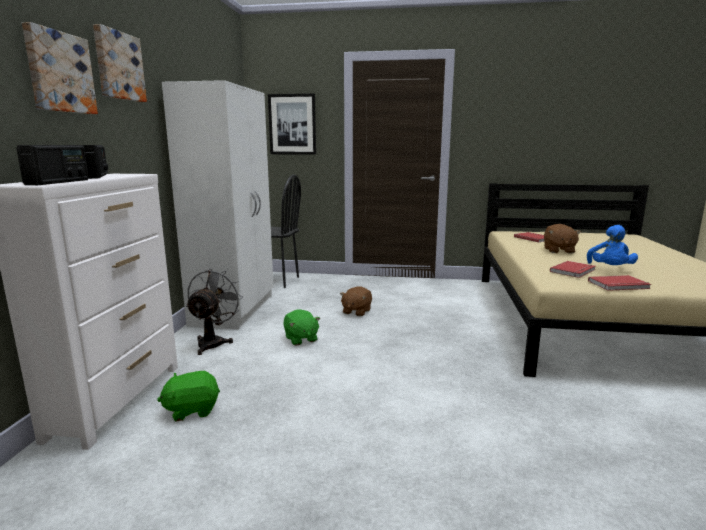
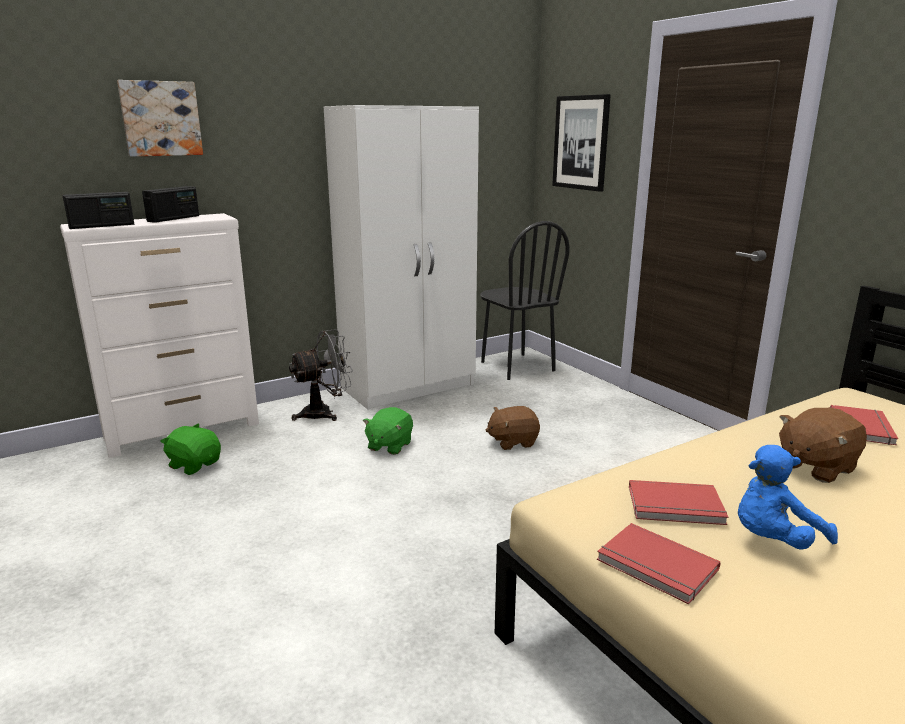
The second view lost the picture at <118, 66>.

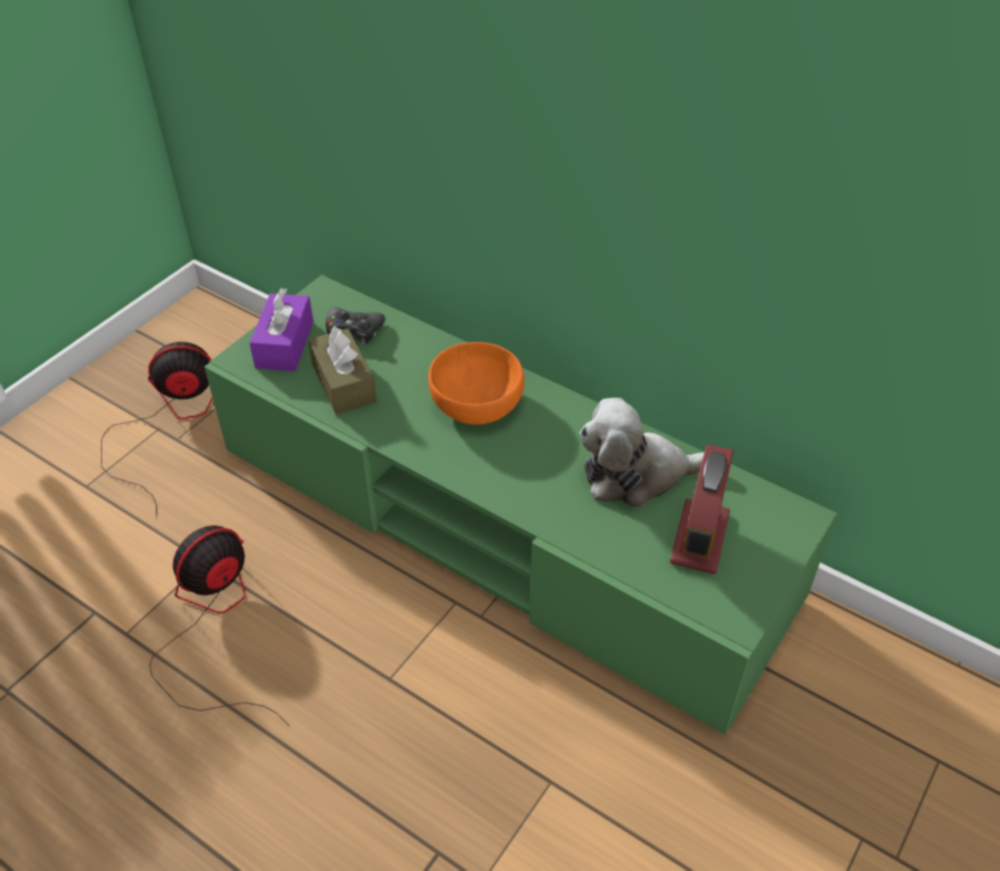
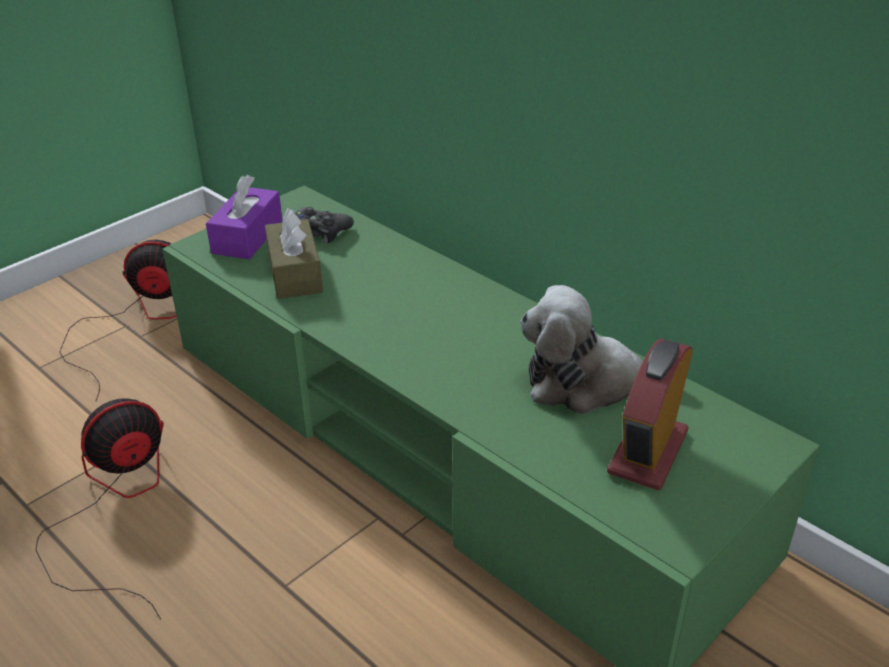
The second view lost the orange bowl at <476, 405>.

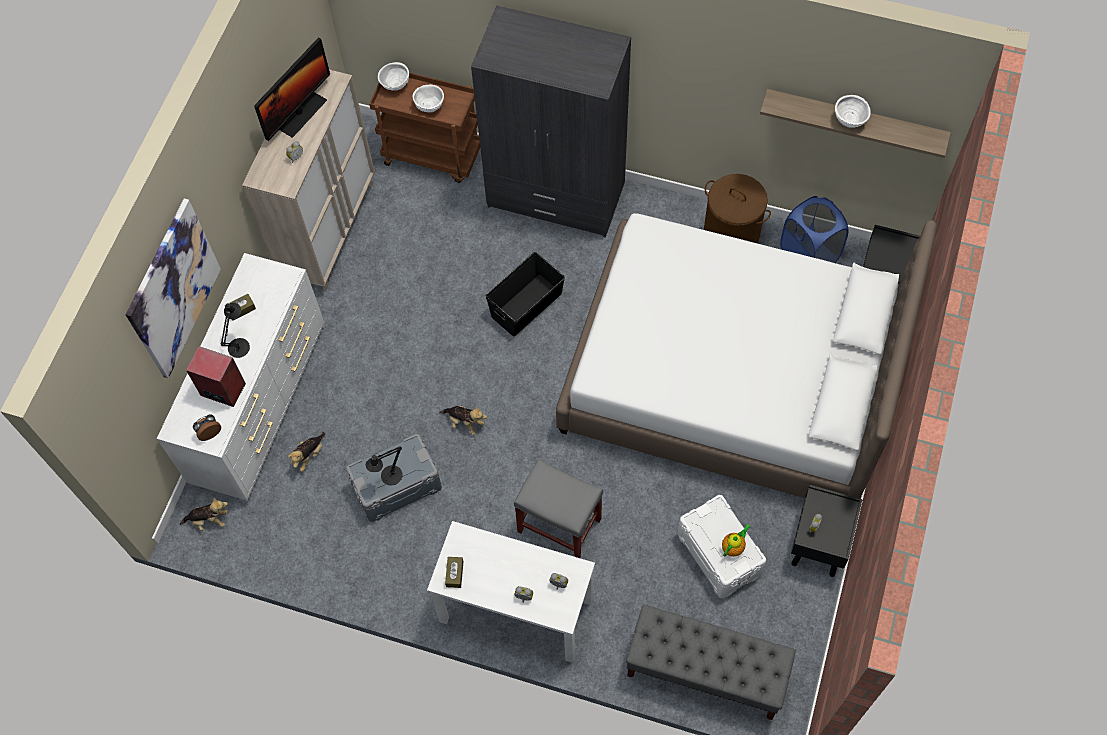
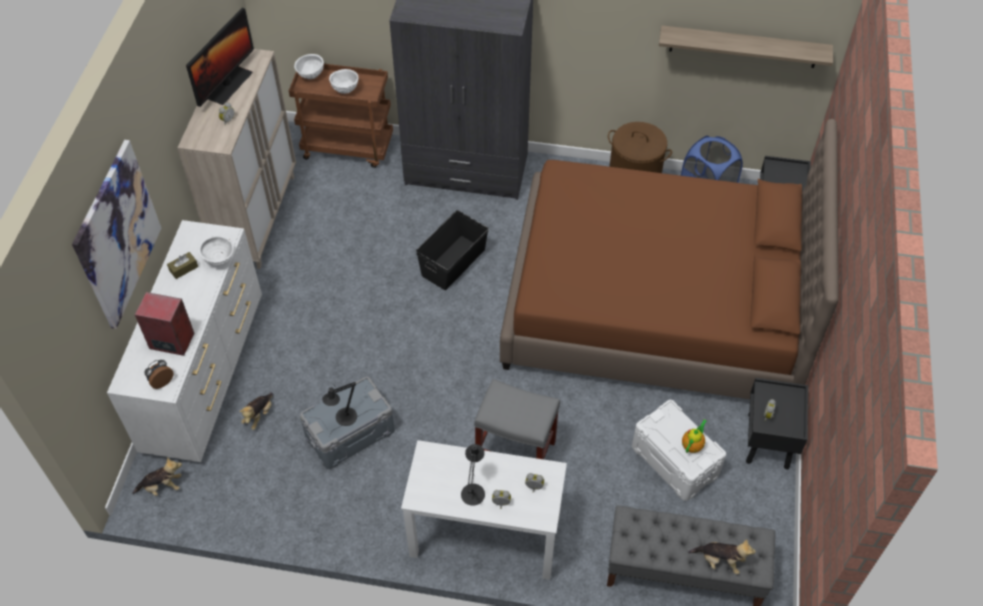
The white bowl ended up elsewhere, having gone from <849, 121> to <219, 260>.
What was the white bed at <730, 377> turned into the brown bed at <655, 304>.
The black table lamp ended up elsewhere, having gone from <240, 344> to <473, 491>.
The plush toy ended up elsewhere, having gone from <464, 422> to <720, 561>.
The second view lost the brown tissue box at <454, 574>.

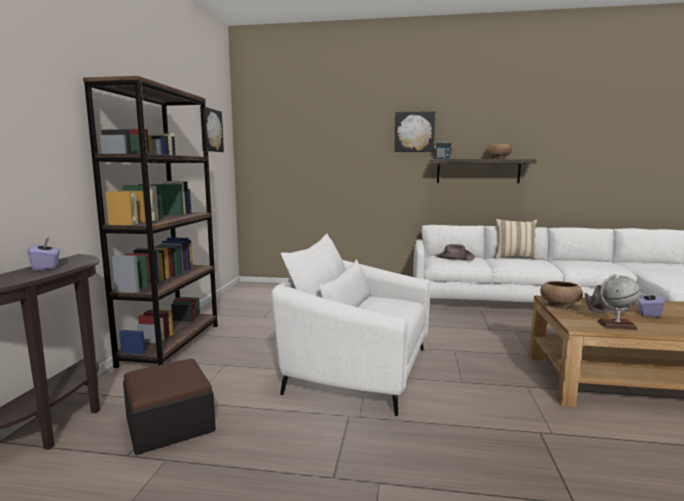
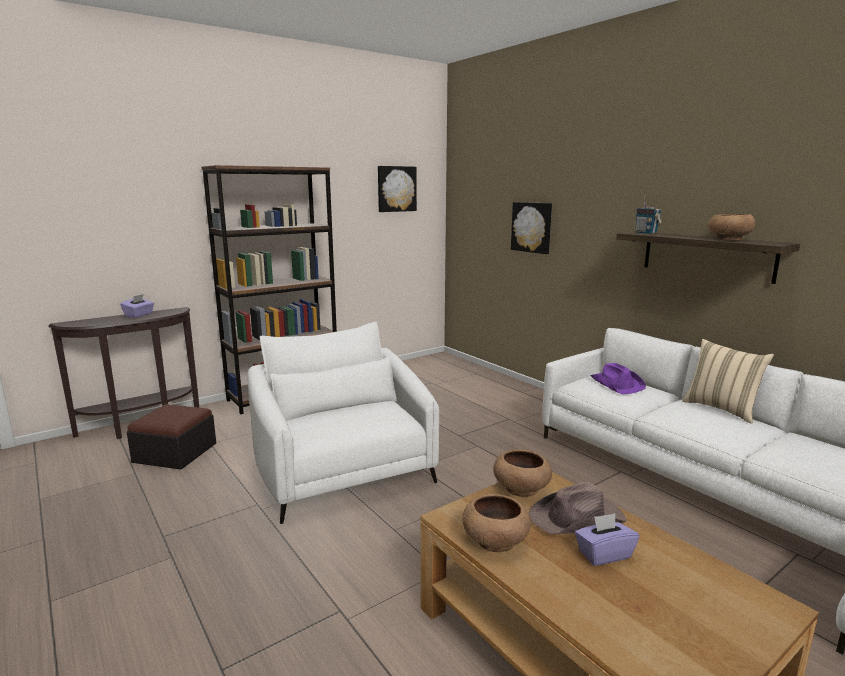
The picture ended up elsewhere, having gone from <414, 132> to <532, 227>.
What was the brown hat at <454, 257> turned into the purple hat at <616, 384>.
Where the globe stood at <616, 325>, the brown bowl came to stand at <495, 540>.

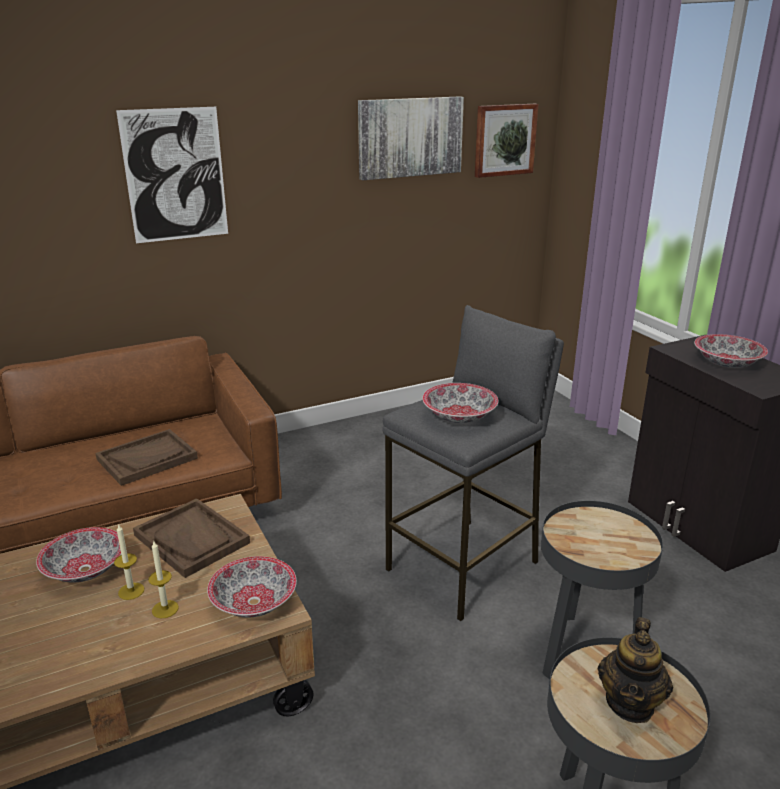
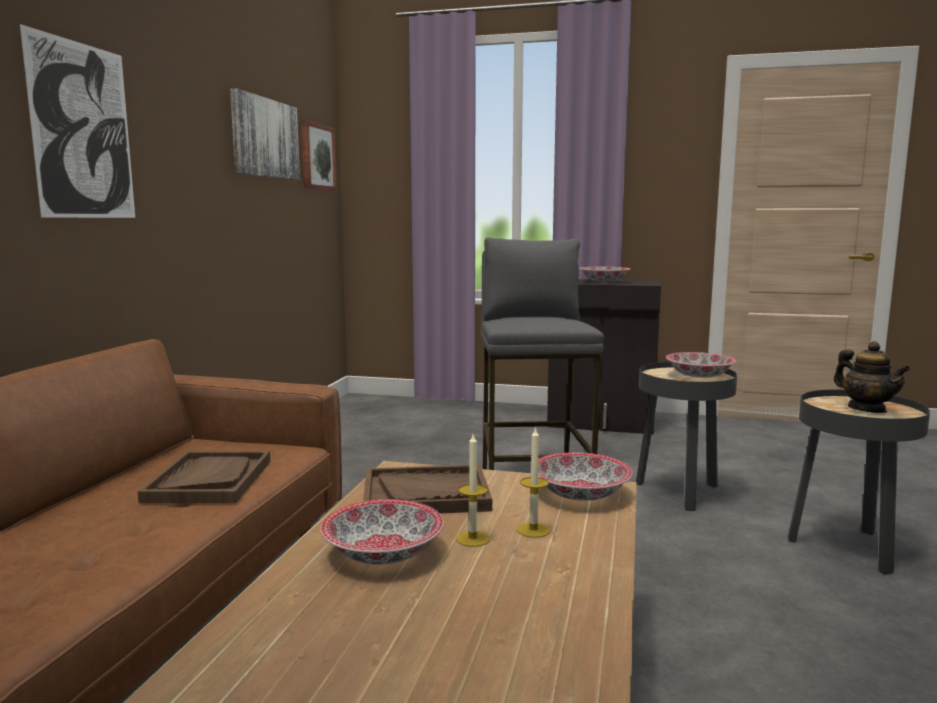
The bowl ended up elsewhere, having gone from <459, 417> to <700, 376>.

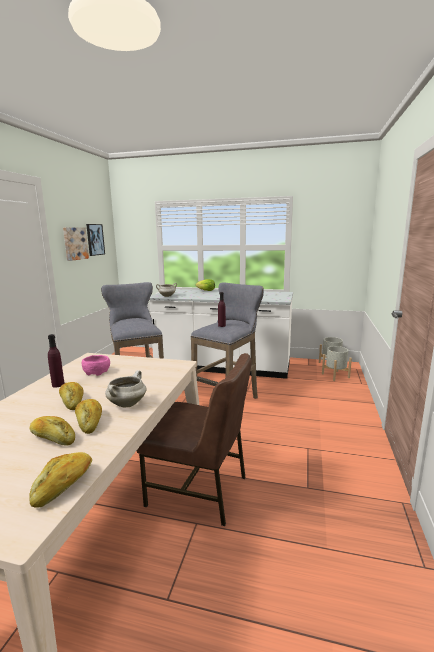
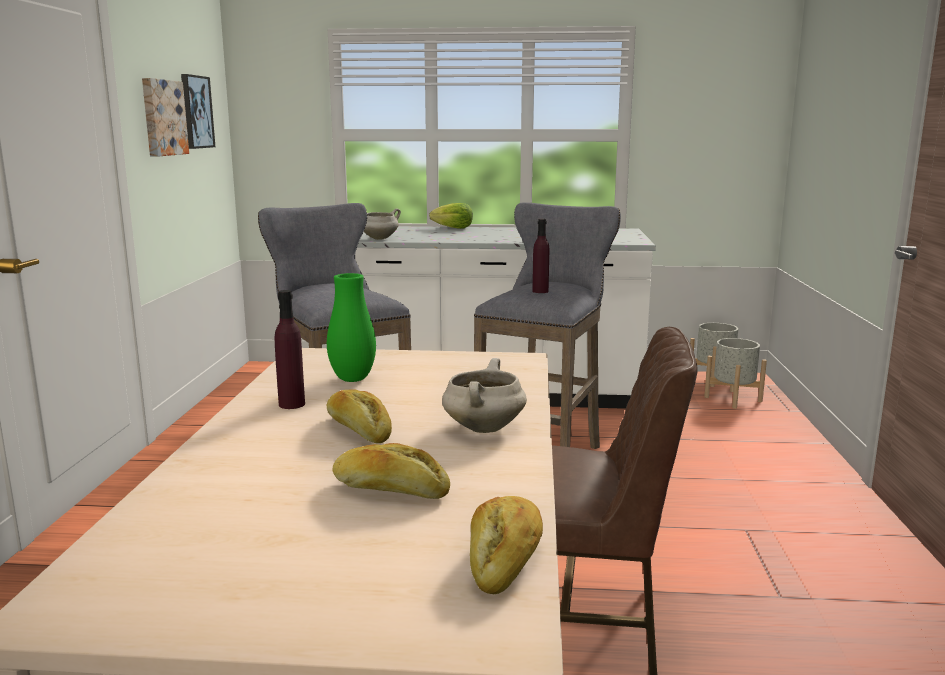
Where the pink bowl stood at <97, 372>, the green vase came to stand at <352, 379>.
The second view lost the bread at <90, 421>.

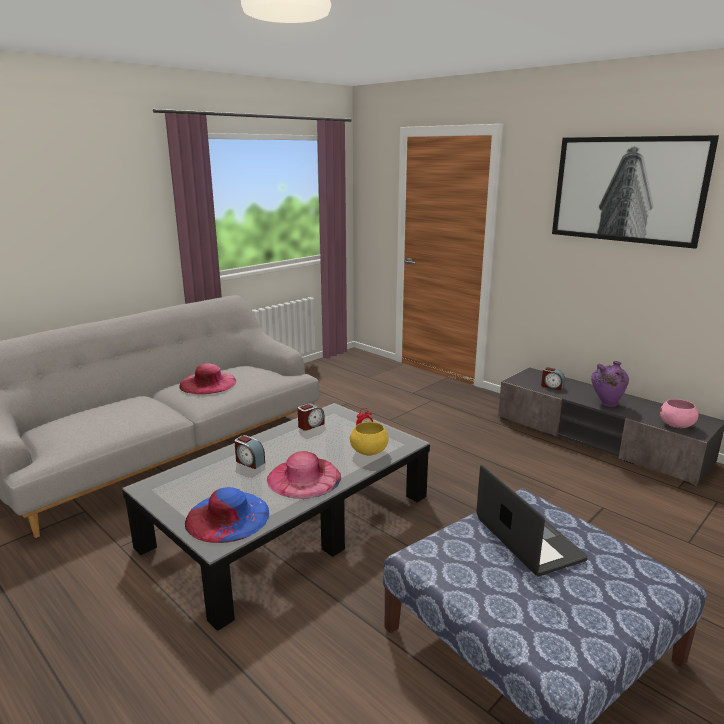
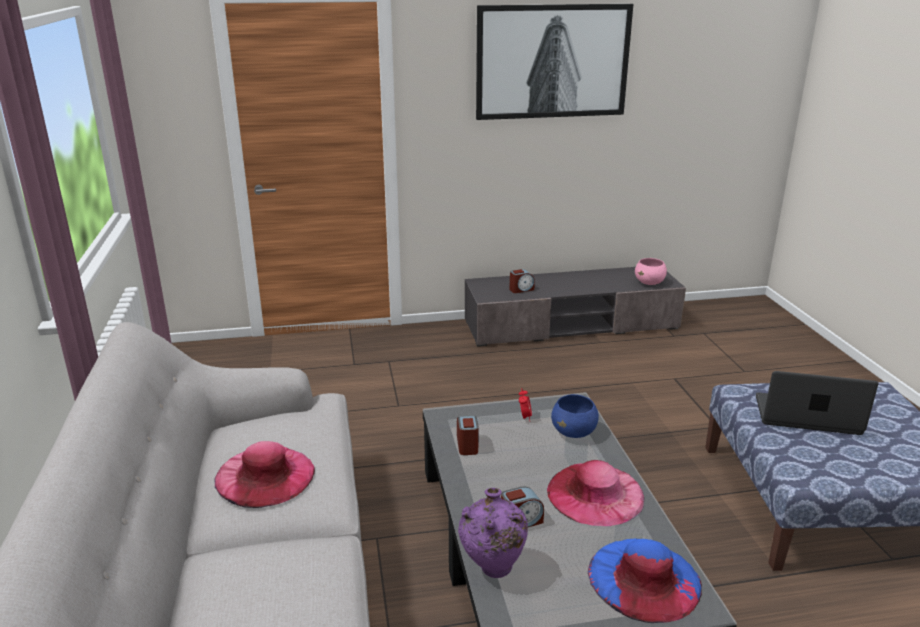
The purple vase ended up elsewhere, having gone from <606, 404> to <492, 570>.
What was the yellow bowl at <369, 452> turned into the blue bowl at <574, 432>.

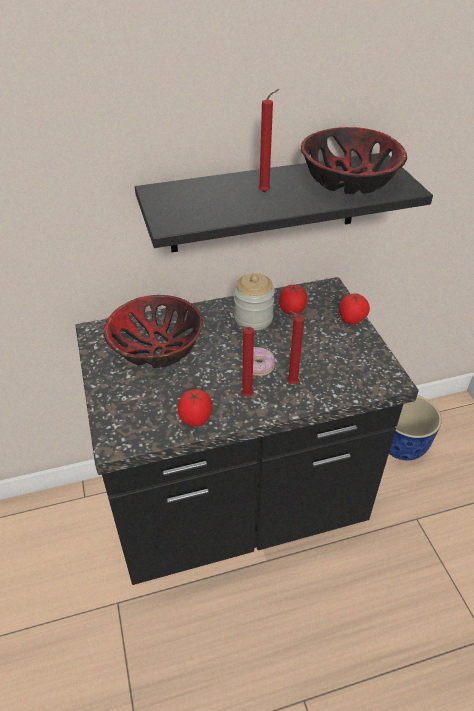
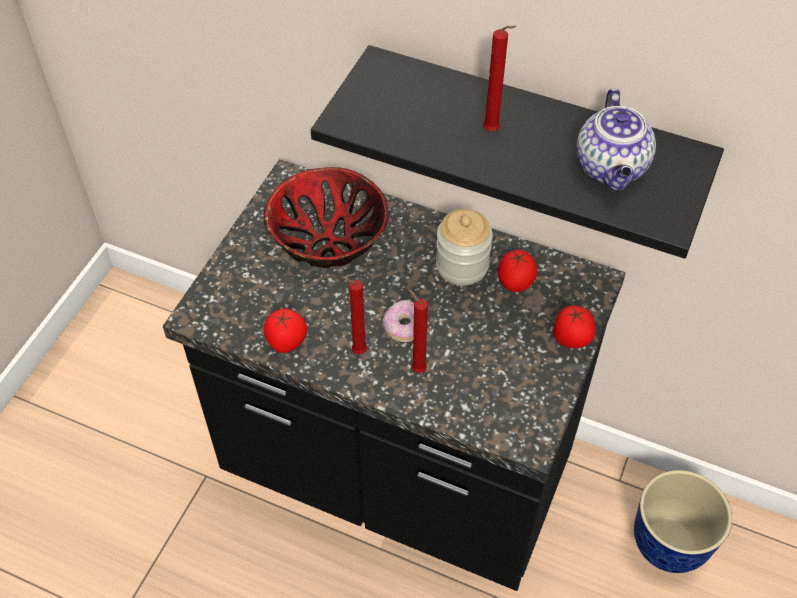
Where the bowl stood at <349, 180>, the teapot came to stand at <612, 169>.

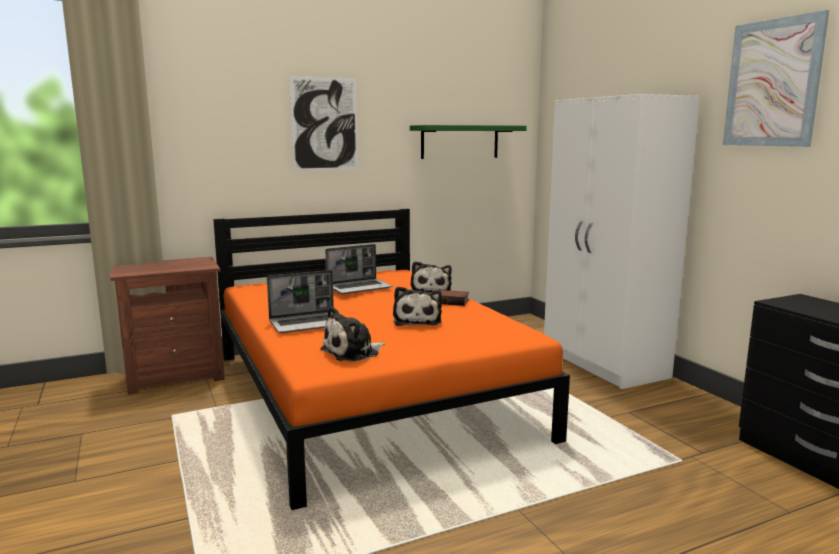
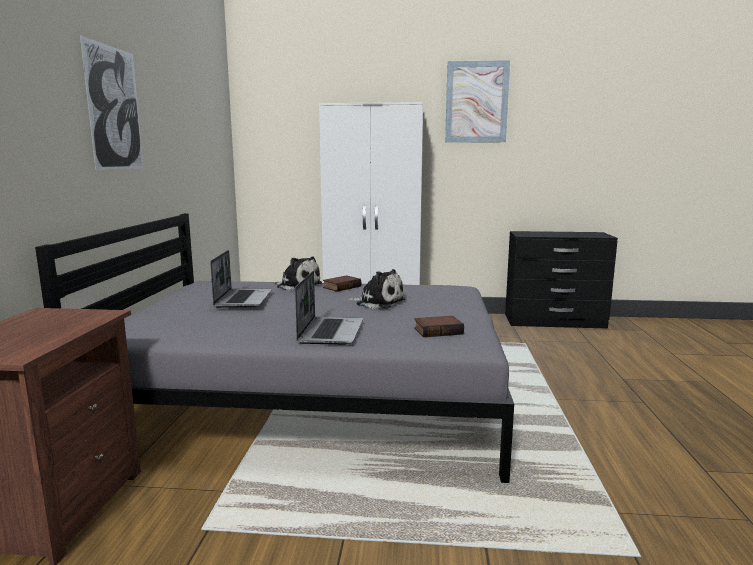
The second view lost the green shelf at <460, 142>.
What was the orange bed at <368, 394> turned into the grey bed at <312, 401>.
Where the plush toy stood at <353, 352>, the book came to stand at <438, 330>.

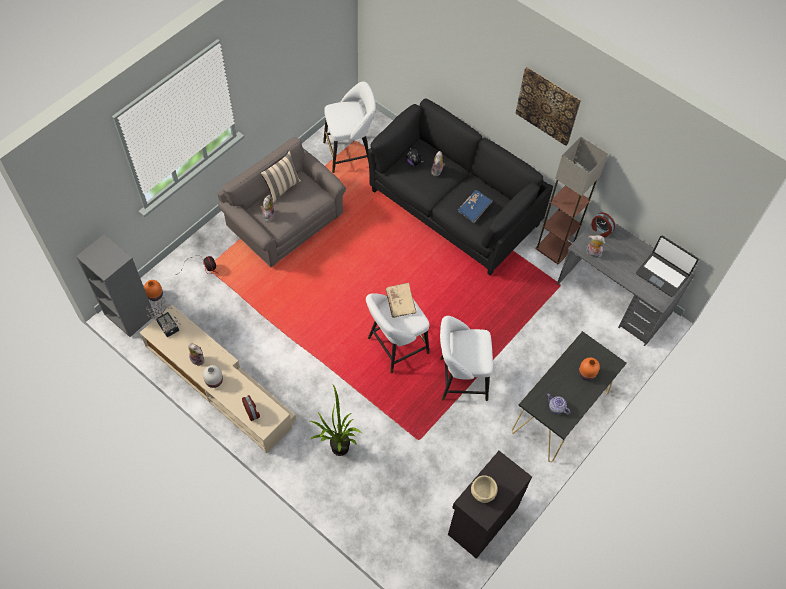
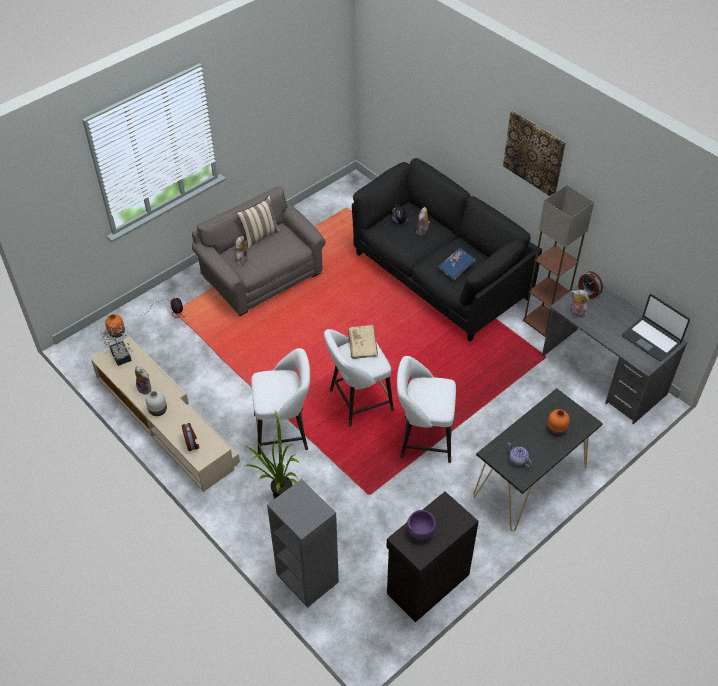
The white stool ended up elsewhere, having gone from <350, 153> to <285, 431>.
The grey bookcase ended up elsewhere, having gone from <128, 315> to <306, 578>.
What was the beige bowl at <482, 493> turned into the purple bowl at <420, 531>.

